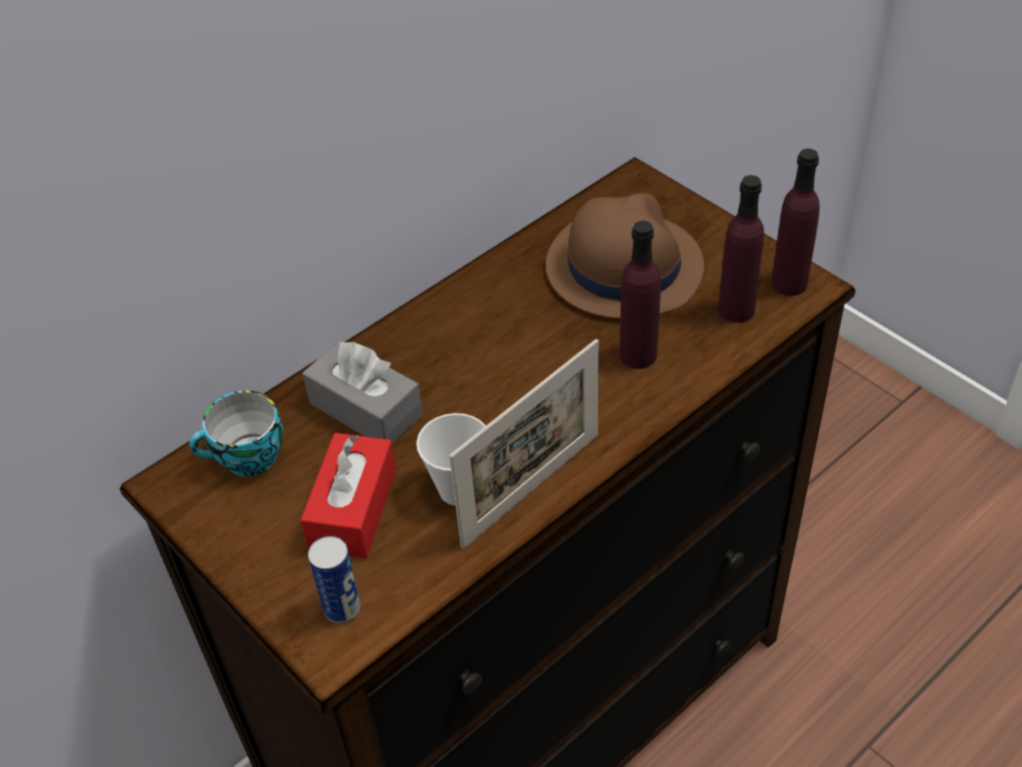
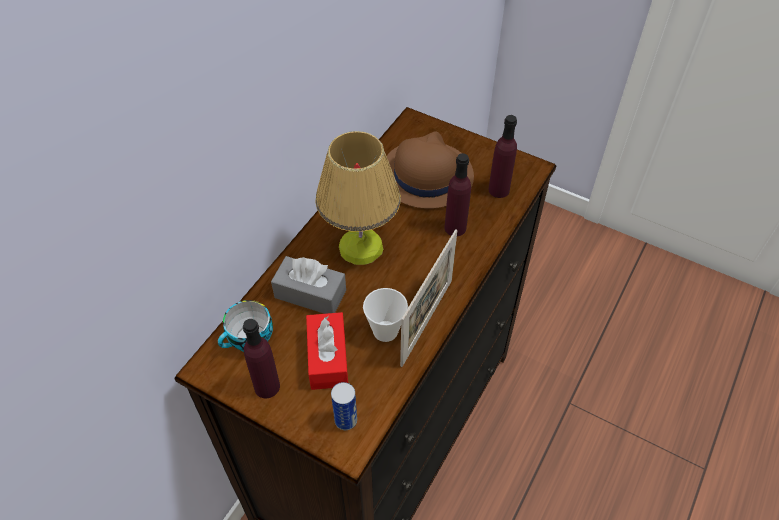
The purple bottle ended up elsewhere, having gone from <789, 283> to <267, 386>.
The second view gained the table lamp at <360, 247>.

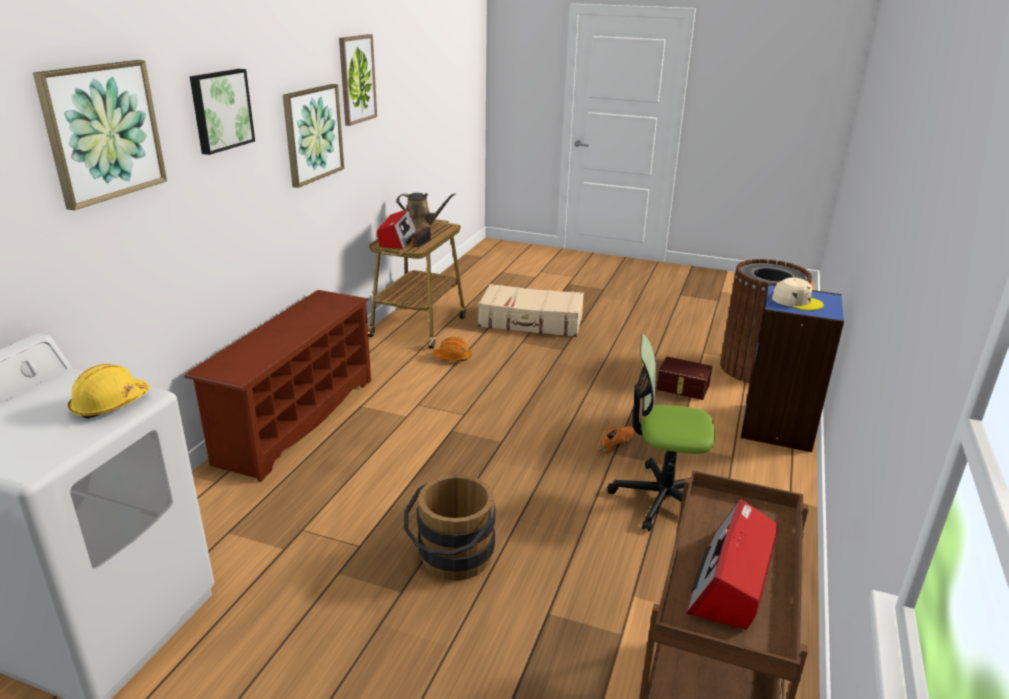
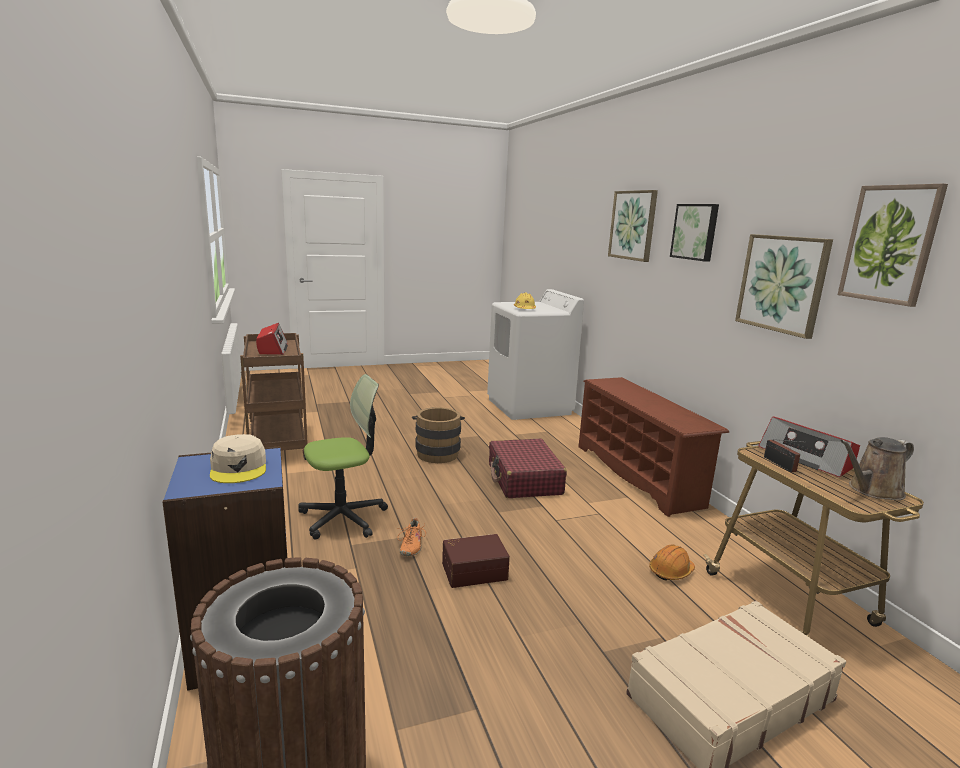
The beige cap at <796, 301> ended up facing another way, 105 degrees counterclockwise from before.
The brown storage box ended up elsewhere, having gone from <682, 387> to <474, 570>.
The second view gained the red suitcase at <524, 479>.

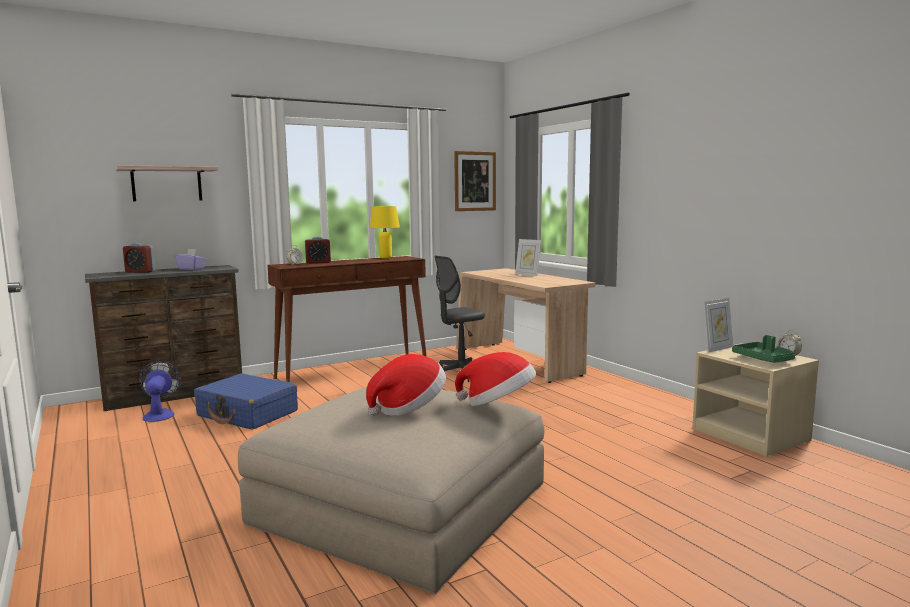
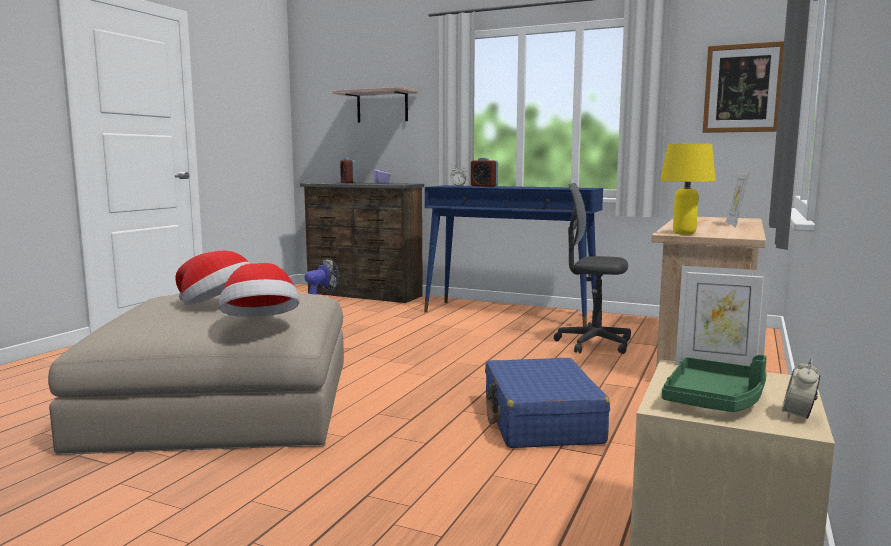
The yellow table lamp ended up elsewhere, having gone from <386, 258> to <684, 233>.
What was the brown console table at <353, 372> turned into the blue console table at <510, 314>.
The blue suitcase ended up elsewhere, having gone from <247, 414> to <541, 421>.

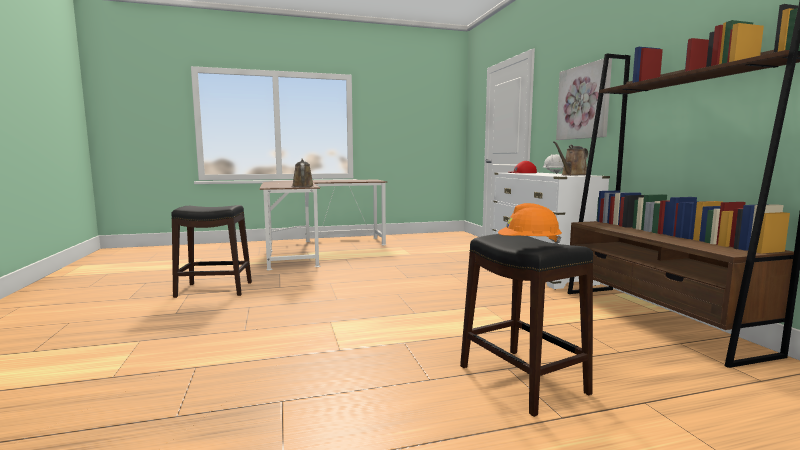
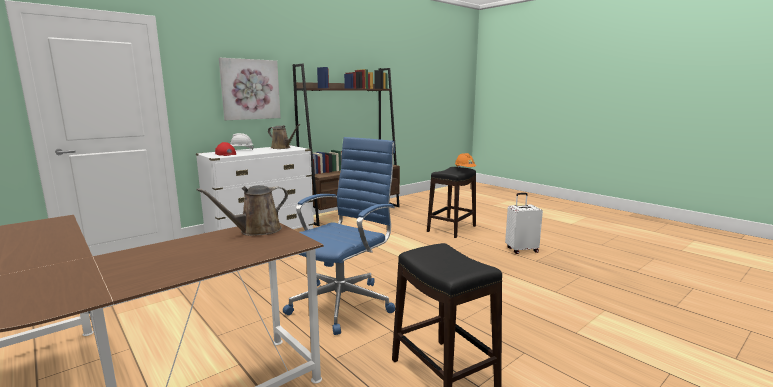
The second view gained the blue office chair at <344, 303>.
The second view gained the white suitcase at <521, 250>.

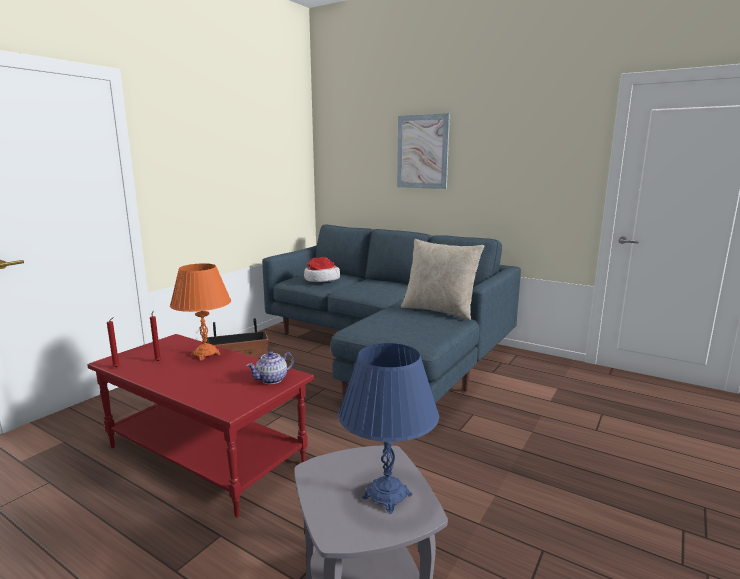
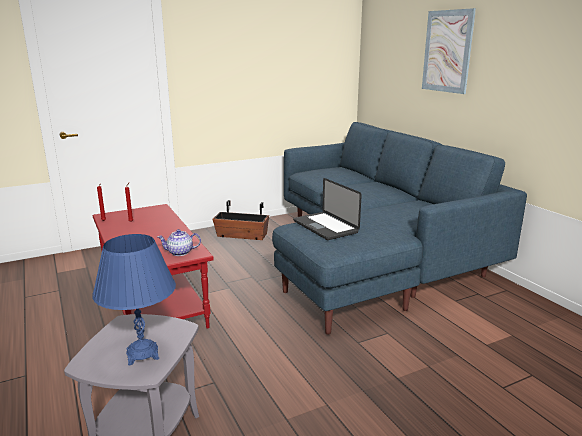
The second view lost the beige pillow at <439, 310>.
The second view lost the hat at <321, 279>.
The second view lost the orange table lamp at <206, 354>.
The second view gained the laptop at <325, 227>.

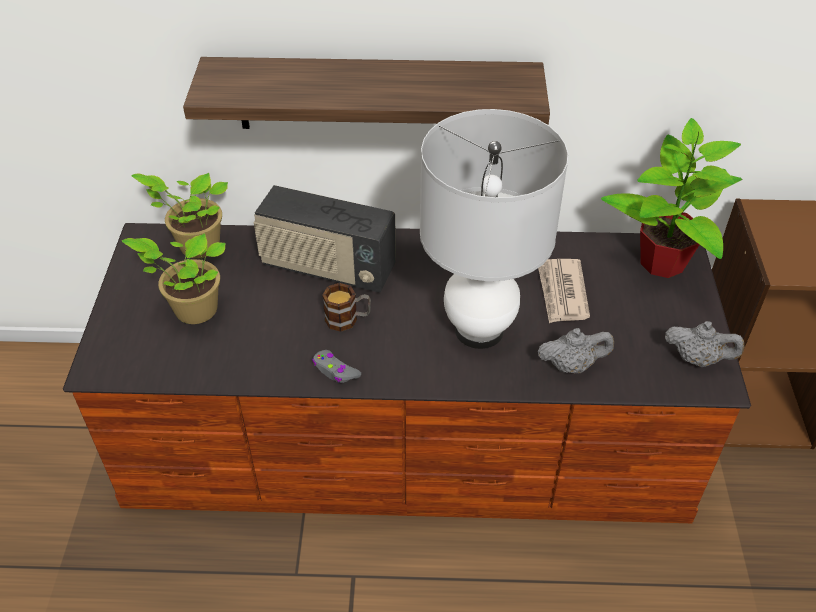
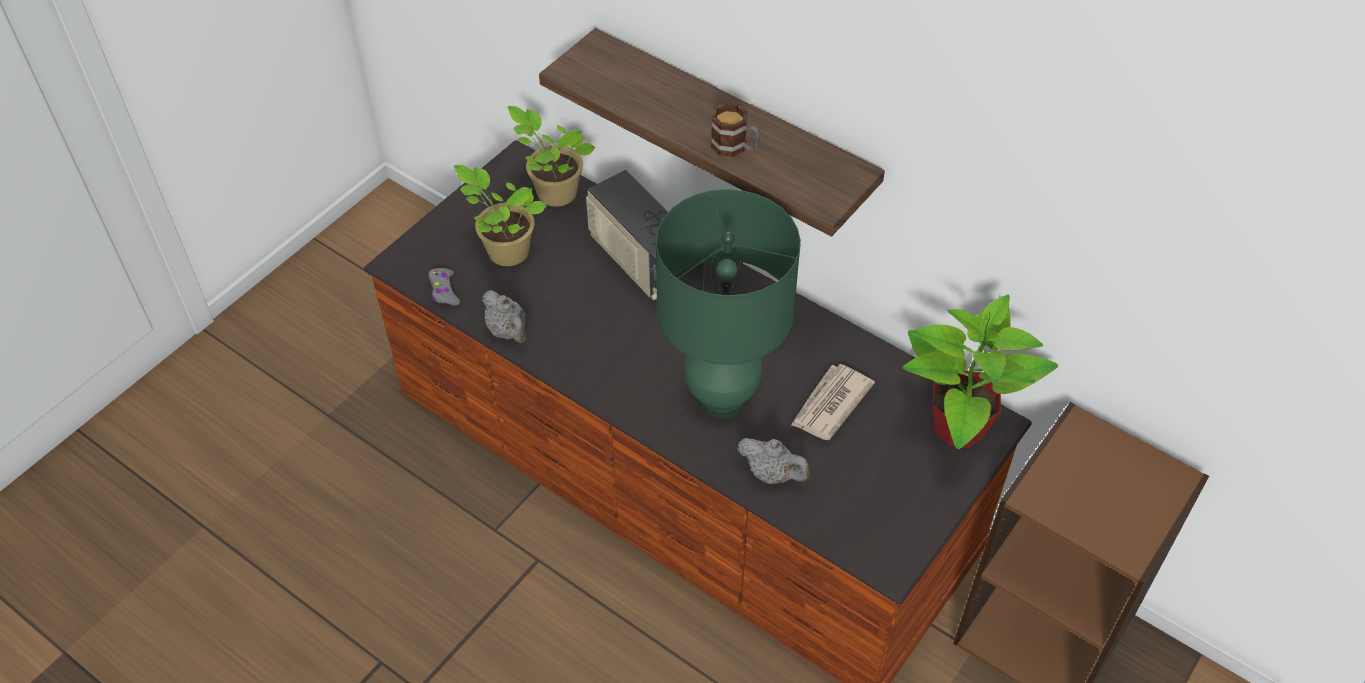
What was the white table lamp at <479, 330> turned into the green table lamp at <722, 397>.
The mug ended up elsewhere, having gone from <348, 319> to <735, 147>.
The grey teapot ended up elsewhere, having gone from <697, 359> to <508, 331>.
The grey game controller ended up elsewhere, having gone from <335, 371> to <444, 291>.

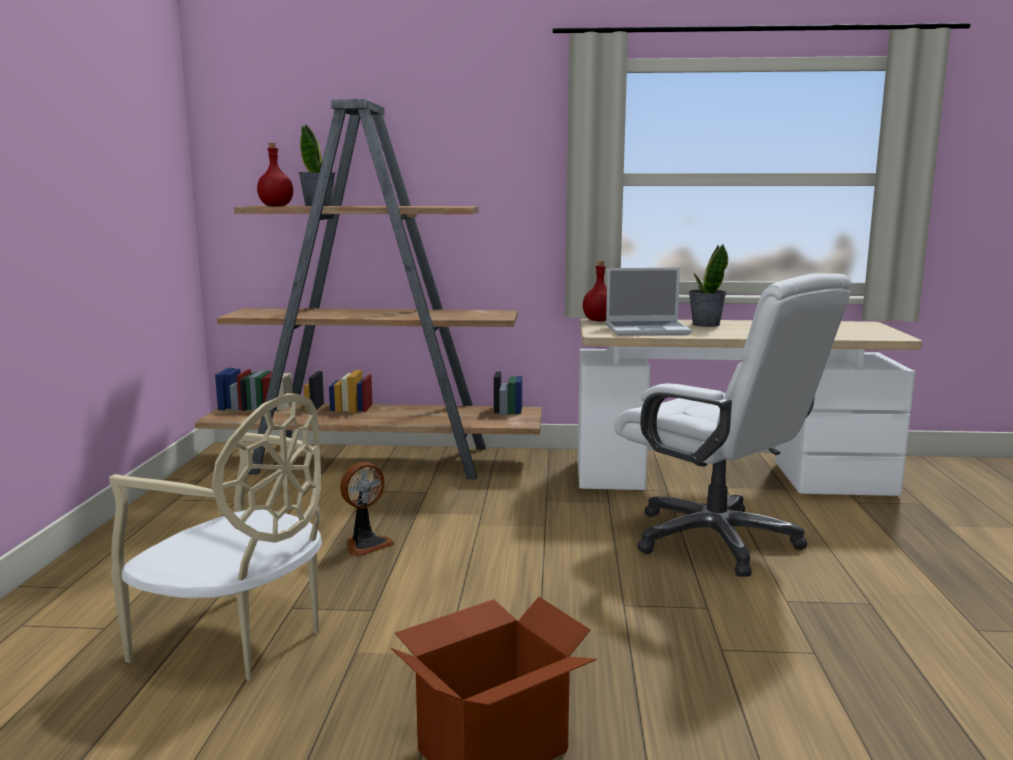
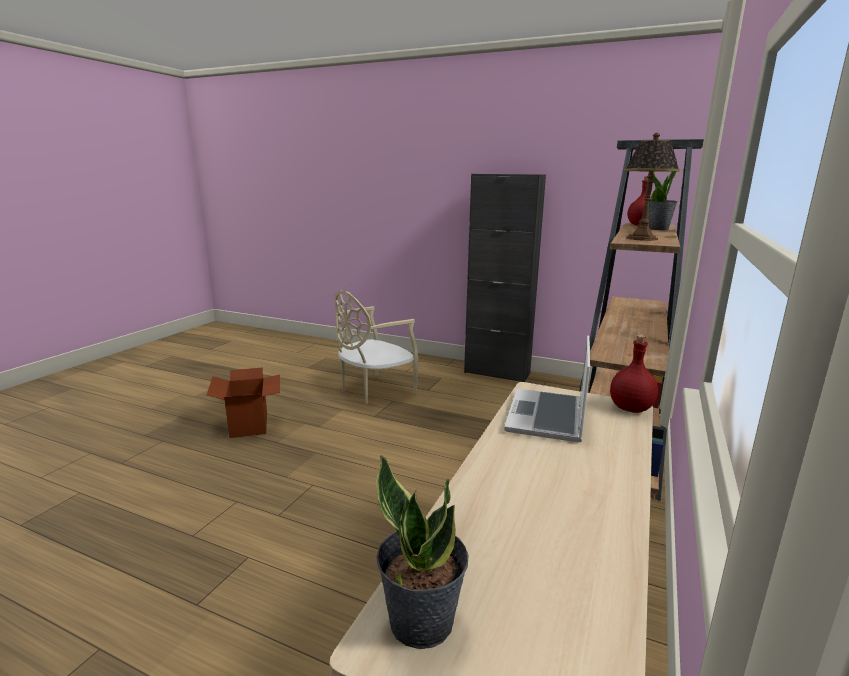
The potted plant ended up elsewhere, having gone from <705, 324> to <421, 619>.
The second view lost the white office chair at <716, 540>.
The second view lost the fan at <366, 544>.
The second view gained the table lamp at <642, 238>.
The second view gained the black cabinet at <497, 373>.

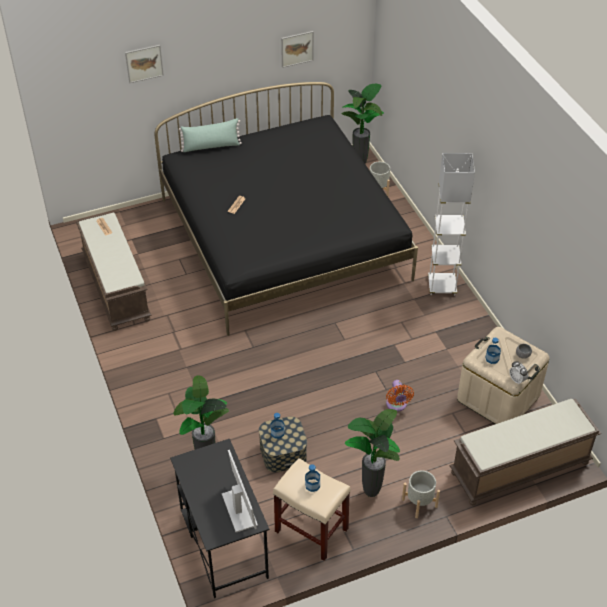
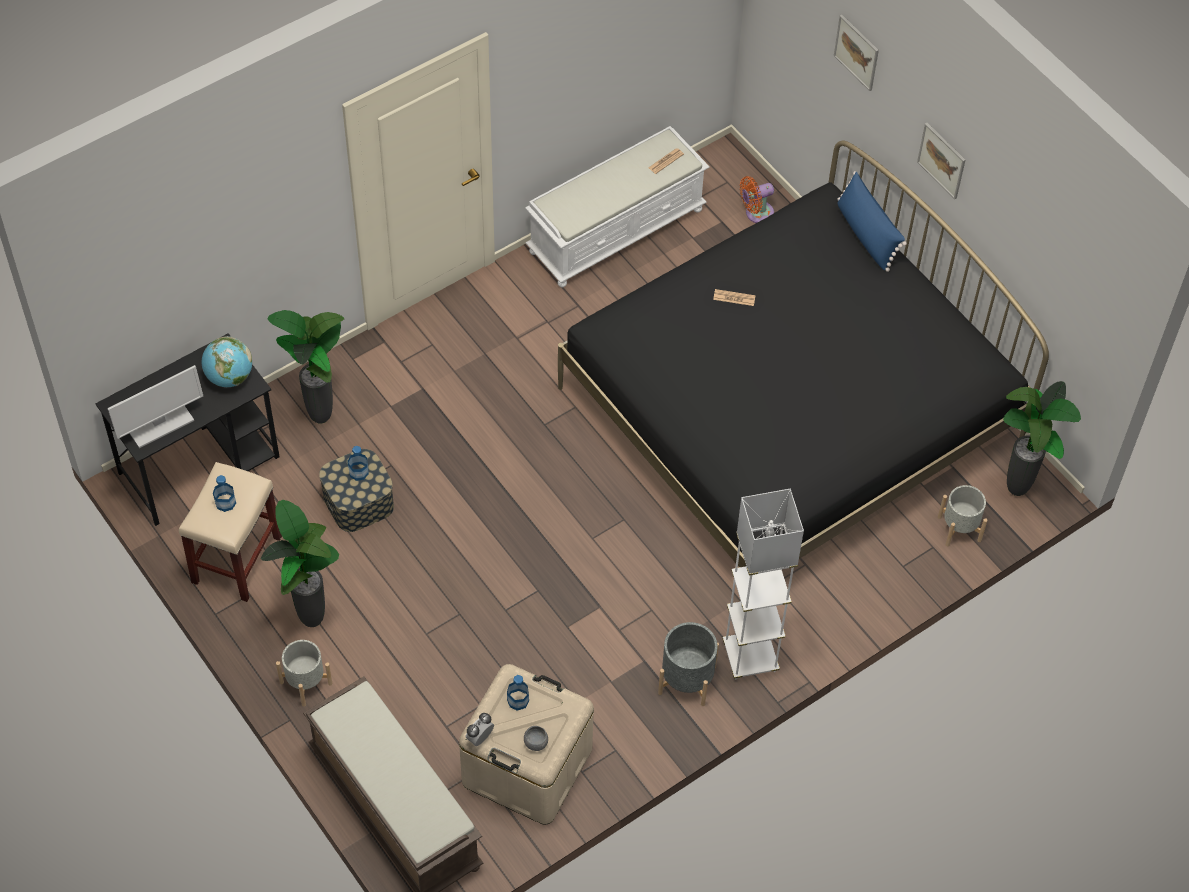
The picture ended up elsewhere, having gone from <297, 49> to <942, 160>.
What was the green pillow at <211, 146> turned into the blue pillow at <866, 235>.
What was the brown bench at <115, 286> turned into the white bench at <616, 229>.
The orange fan ended up elsewhere, having gone from <397, 405> to <756, 213>.
The second view gained the globe at <229, 377>.
The second view gained the grey planter at <687, 680>.

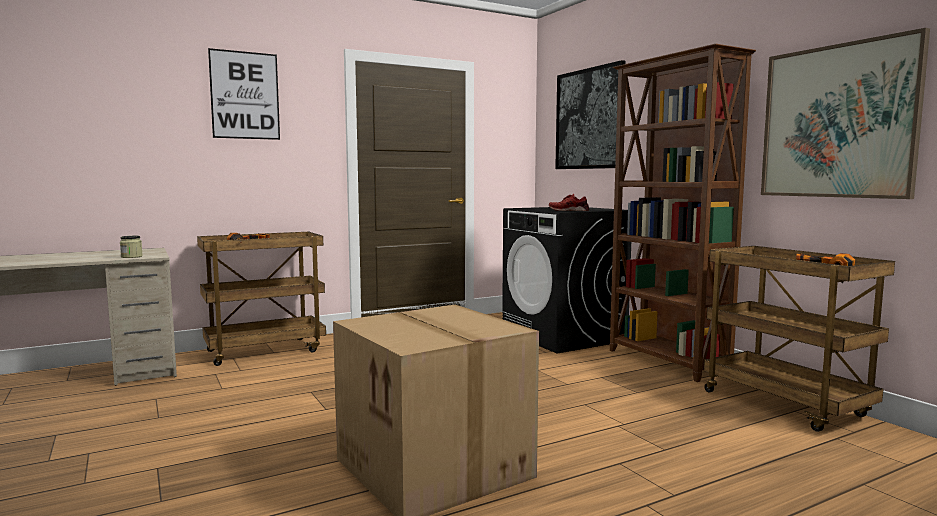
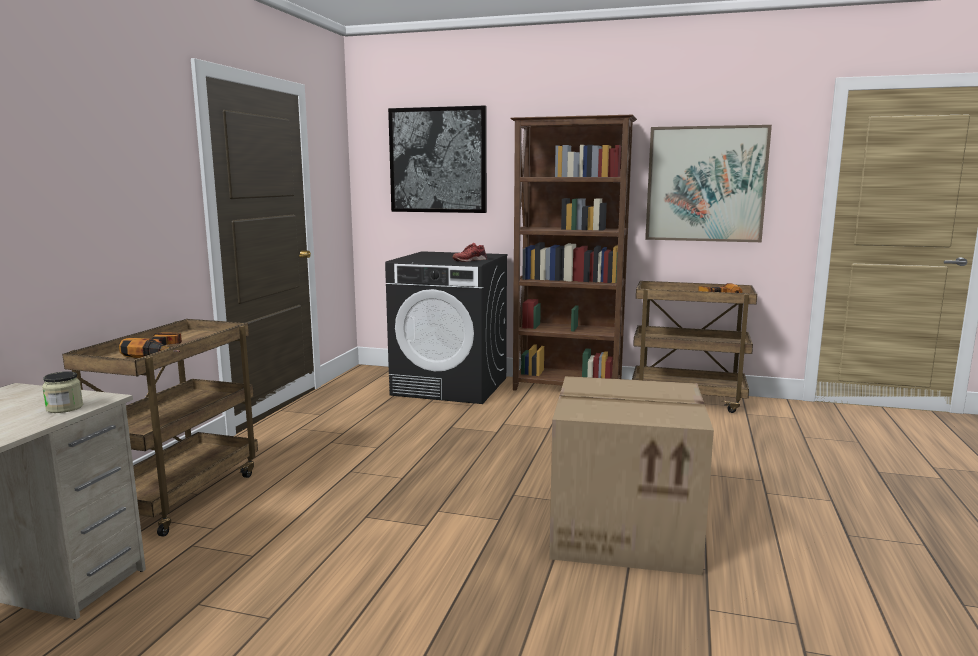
The second view lost the picture at <245, 95>.

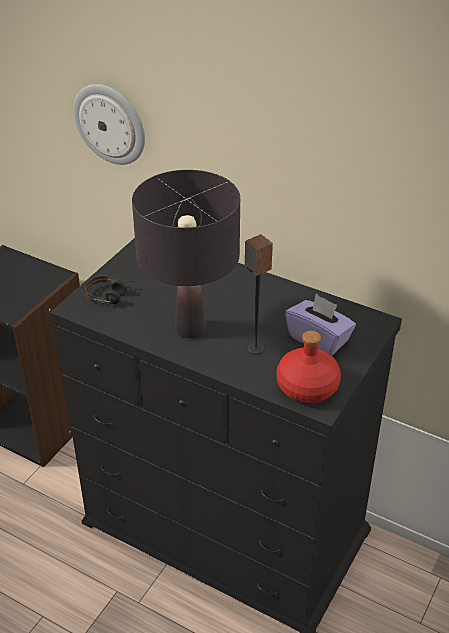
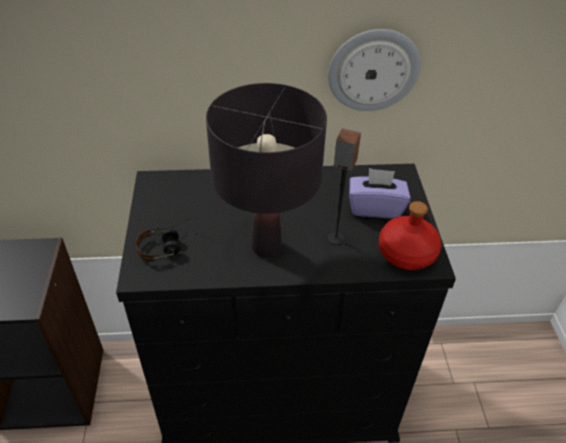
The wall clock ended up elsewhere, having gone from <110, 124> to <373, 70>.

